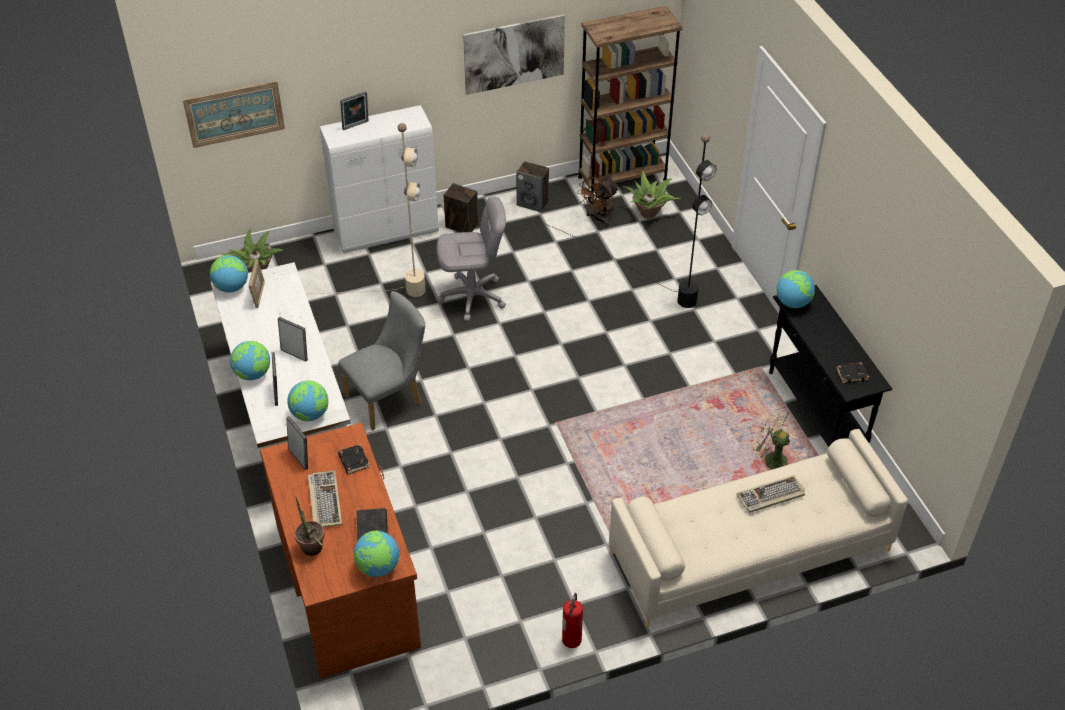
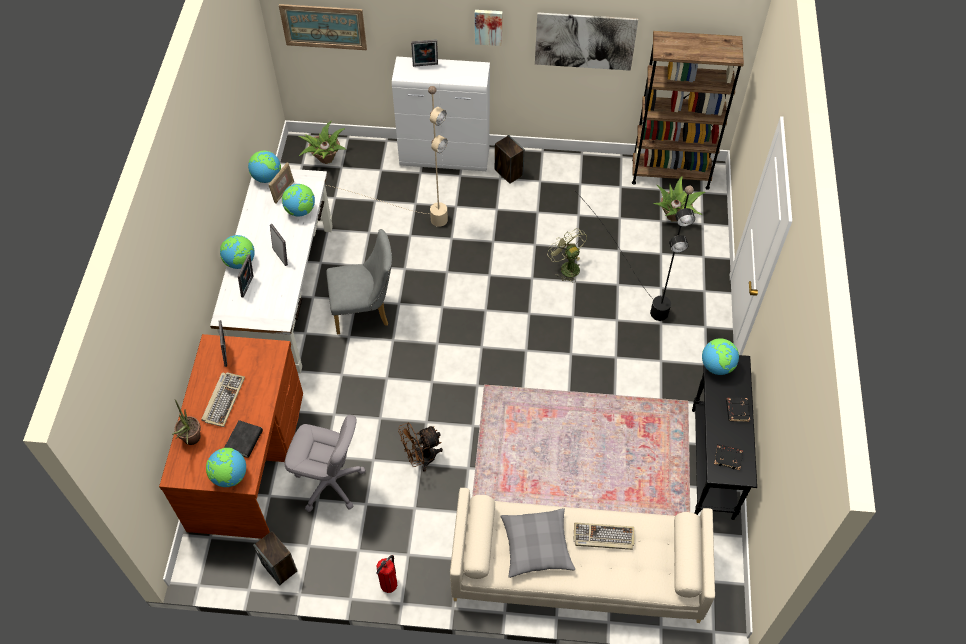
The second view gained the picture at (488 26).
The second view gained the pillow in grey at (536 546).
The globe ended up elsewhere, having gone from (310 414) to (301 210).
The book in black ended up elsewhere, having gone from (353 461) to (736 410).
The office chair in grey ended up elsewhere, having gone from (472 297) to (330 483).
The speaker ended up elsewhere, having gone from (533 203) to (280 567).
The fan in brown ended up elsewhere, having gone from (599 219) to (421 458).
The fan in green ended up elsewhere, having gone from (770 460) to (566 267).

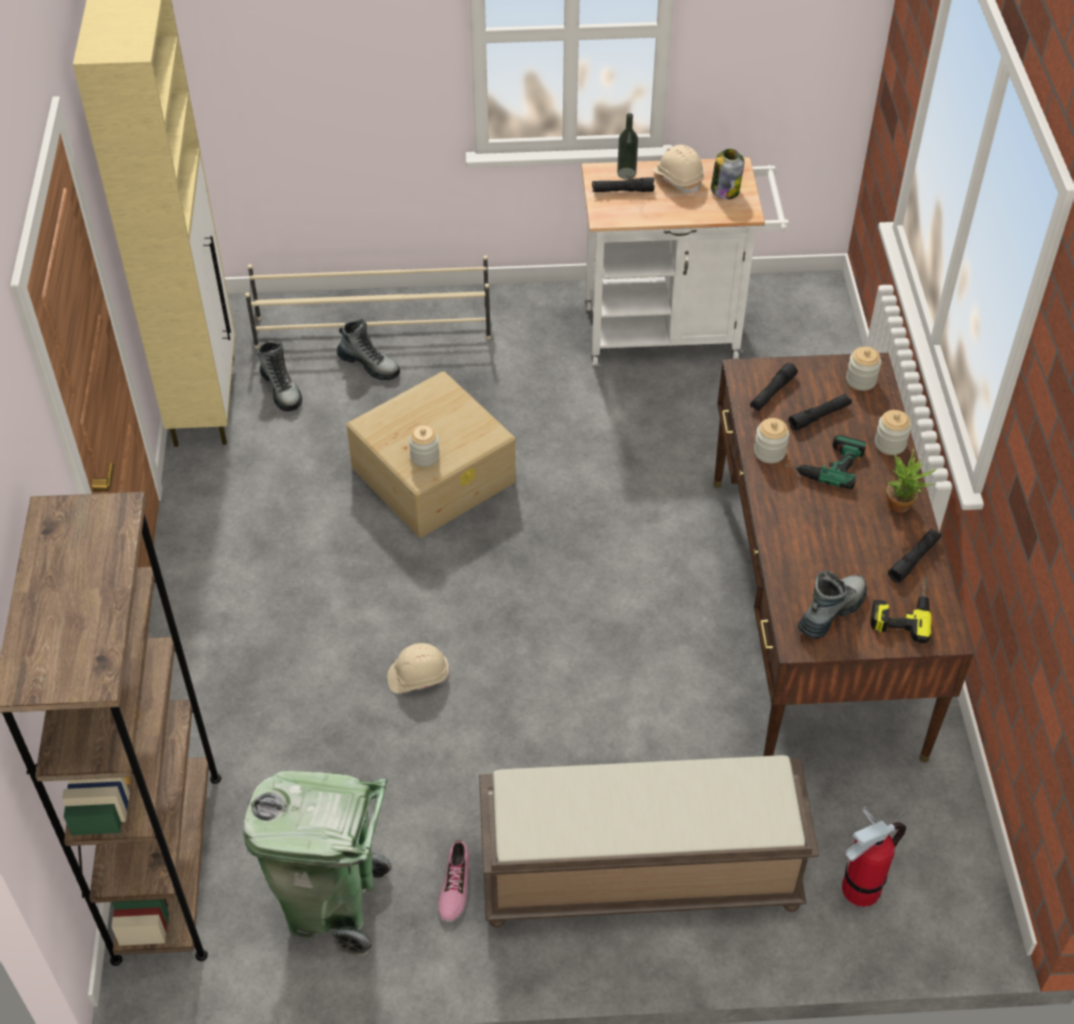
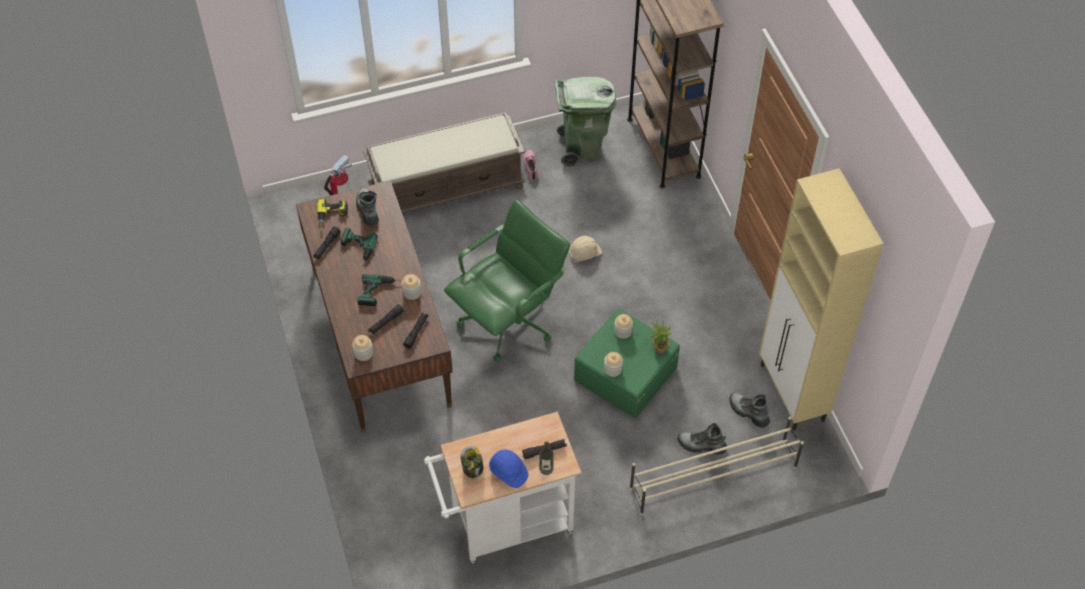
The second view gained the power drill at (356 250).
The second view gained the office chair in green at (508 321).
The jar ended up elsewhere, having gone from (890 444) to (612 369).
The potted plant ended up elsewhere, having gone from (903 507) to (658 347).
What was the storage box in beige at (434 473) turned into the storage box in green at (624 374).
What was the hard hat in beige at (678 178) turned into the hard hat in blue at (508 472).
The boot at (831 612) ended up facing another way, 135 degrees clockwise from before.

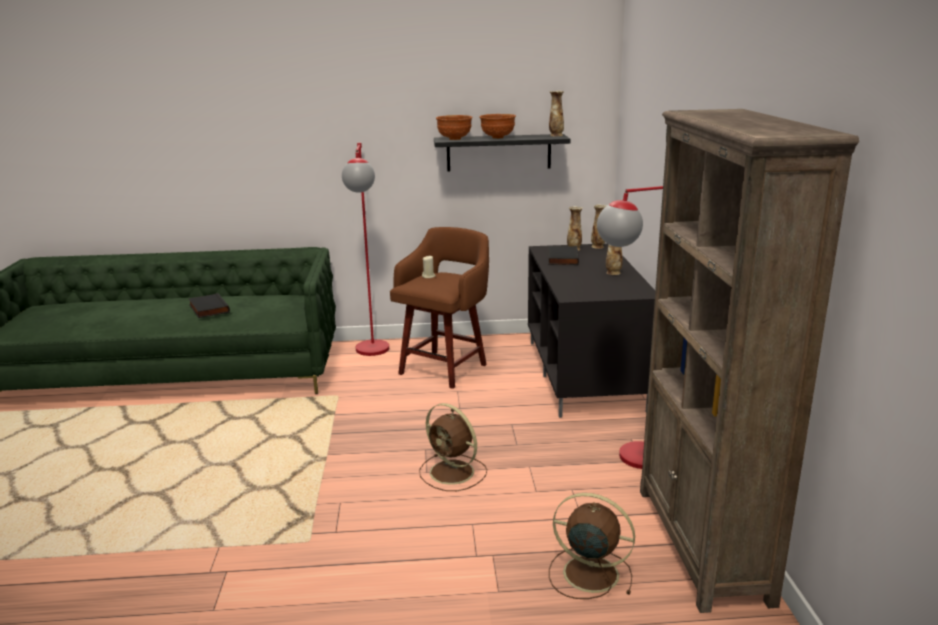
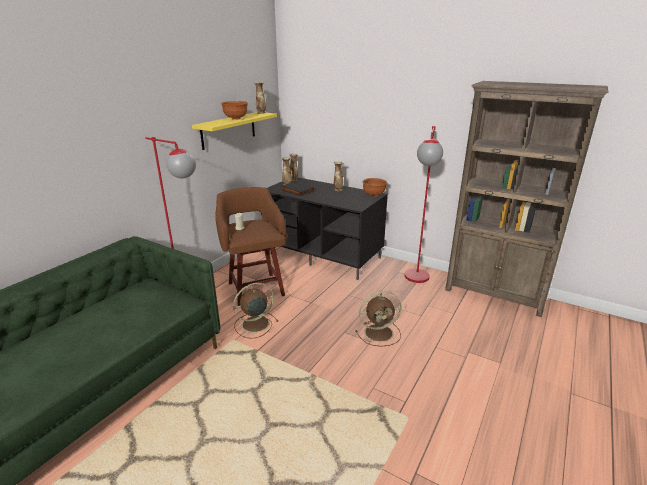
The second view lost the book in black at (208 309).
The bowl in brown ended up elsewhere, having gone from (454 139) to (374 195).
The fan in brown ended up elsewhere, having gone from (588 573) to (254 324).
What was the shelf in black at (499 152) turned into the shelf in yellow at (228 130).

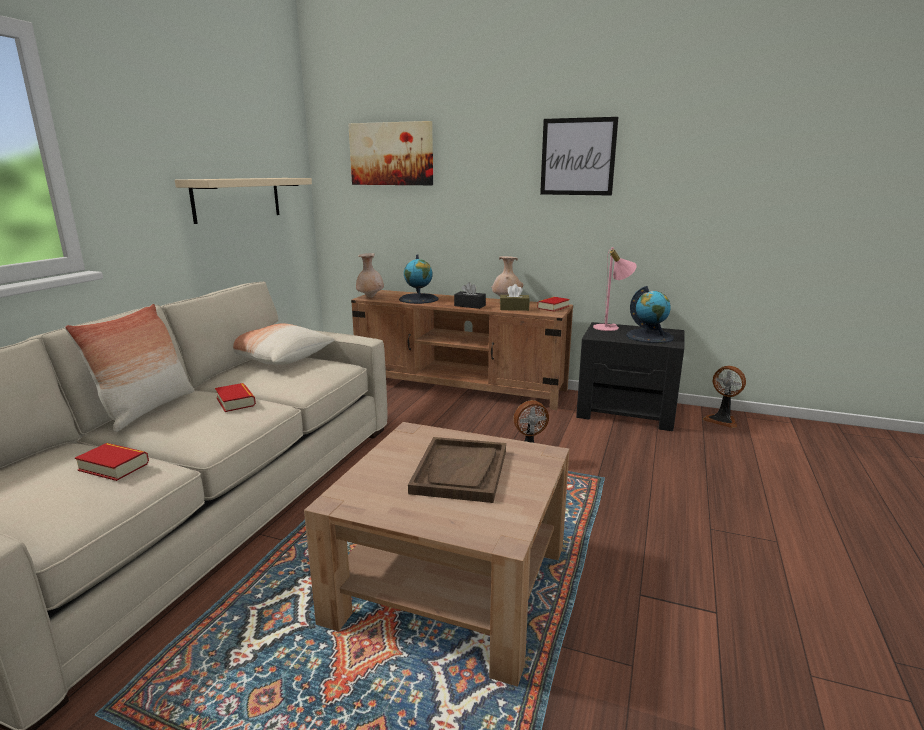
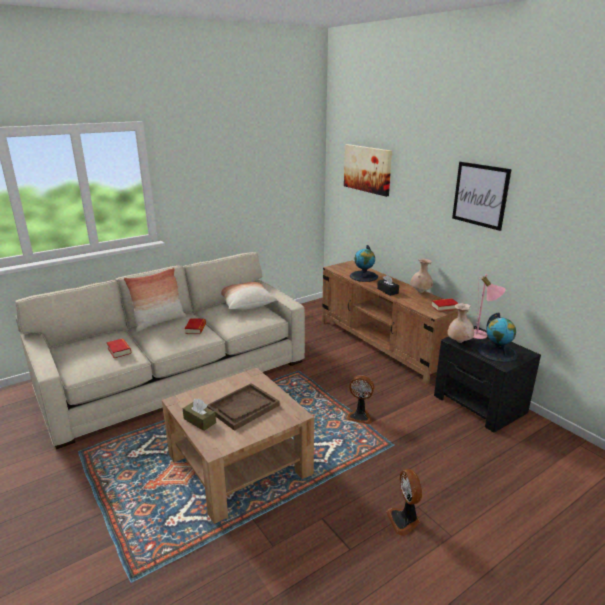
The second view lost the shelf in beige at (237 199).
The vase in beige ended up elsewhere, having gone from (370 297) to (459 342).
The tissue box in brown ended up elsewhere, having gone from (514 308) to (199 421).
The fan ended up elsewhere, having gone from (722 420) to (404 520).

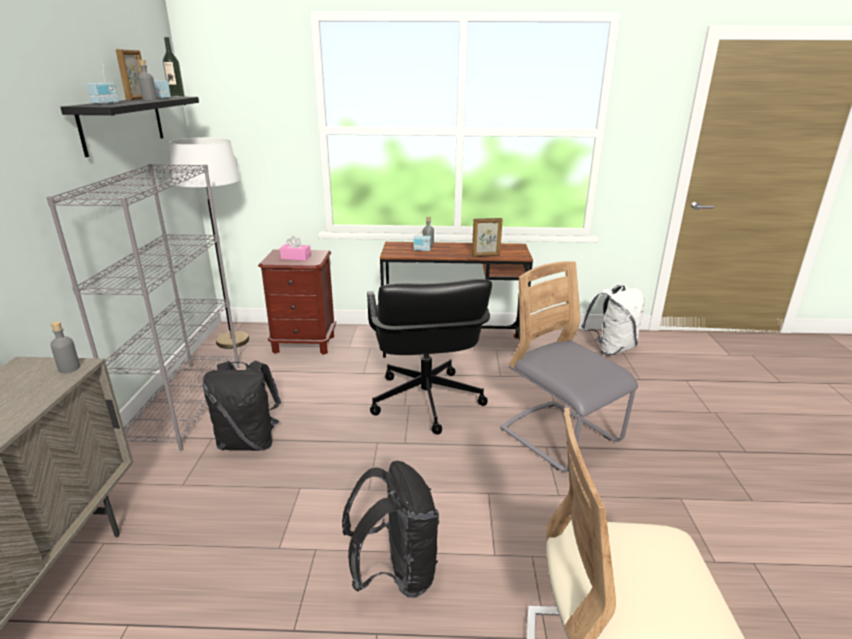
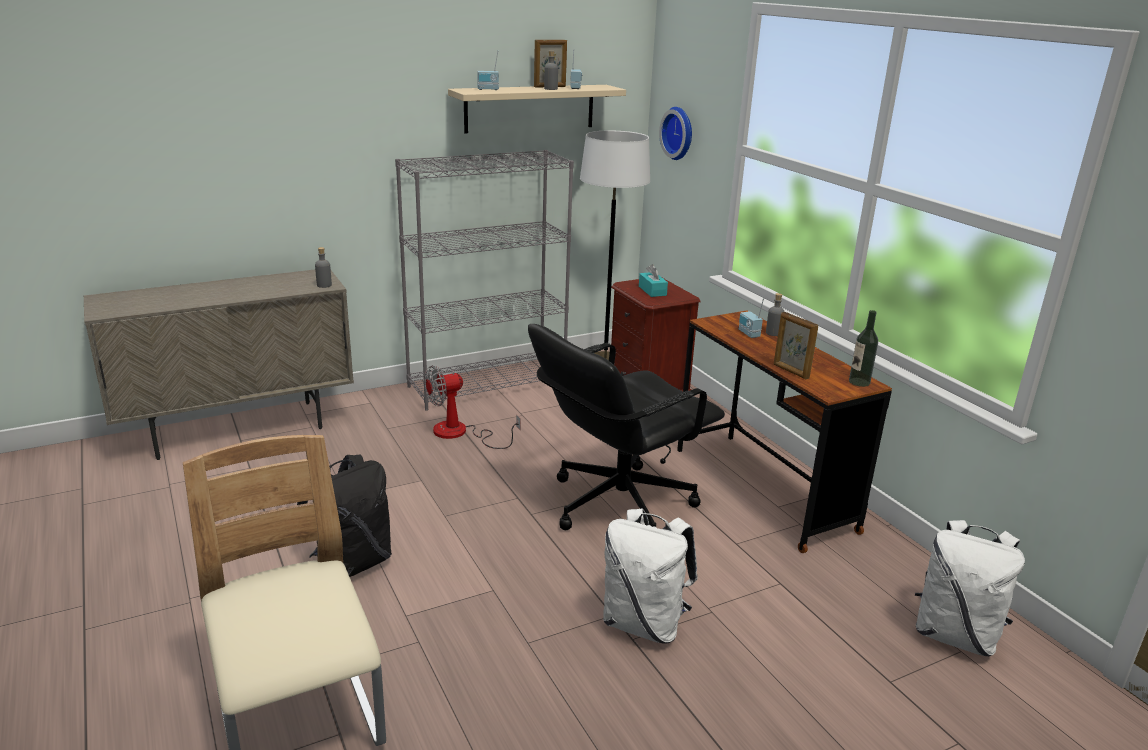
The second view gained the wall clock at (679 133).
The bottle ended up elsewhere, having gone from (177 96) to (859 382).
Where the backpack in black stood at (249 442), the fan came to stand at (460 433).
Where the chair in grey stood at (560 437), the backpack in white came to stand at (644 623).
What was the shelf in black at (123 124) turned into the shelf in beige at (530 108).
What was the tissue box in pink at (296 257) turned into the tissue box in turquoise at (652 291).

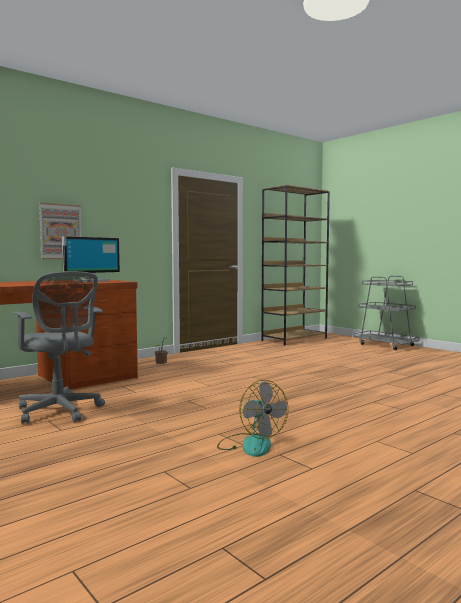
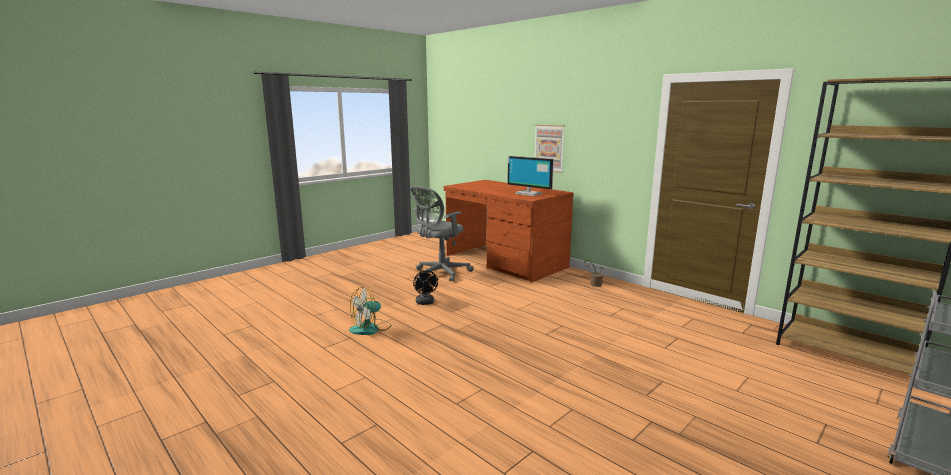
The second view gained the fan in black at (425 303).

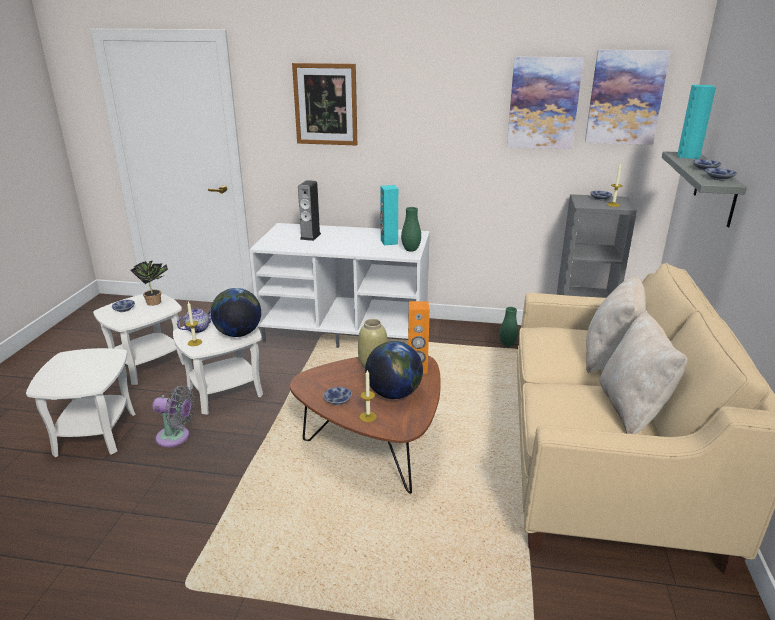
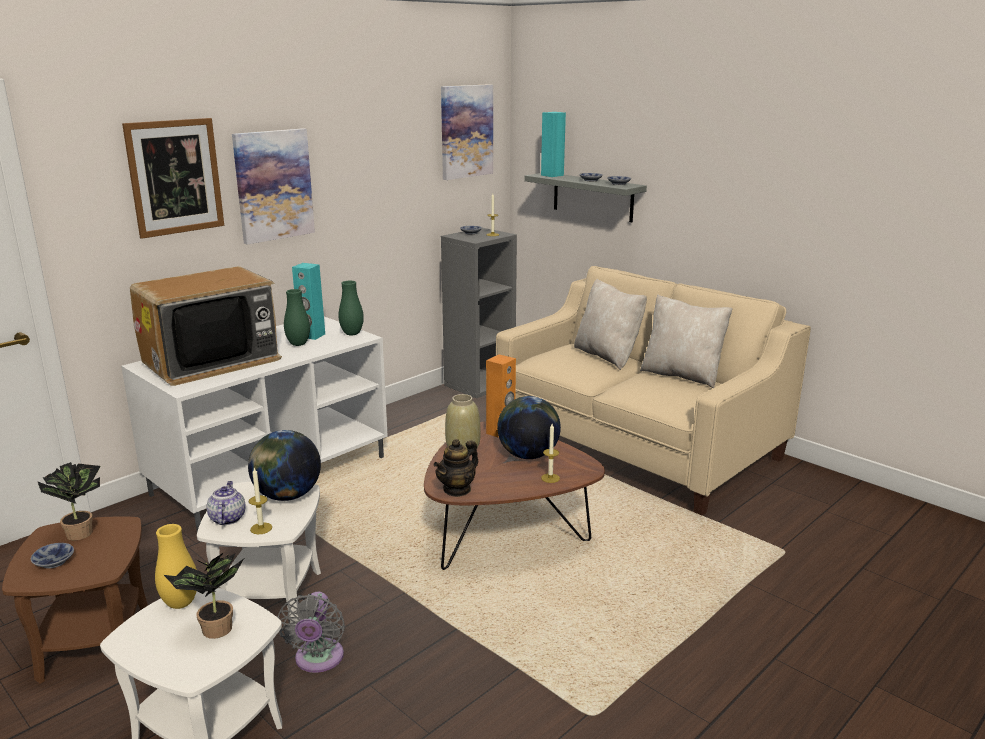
The second view lost the bowl at (338 400).
The second view gained the vase in yellow at (180 603).
The second view gained the potted plant at (213 631).
The second view gained the teapot at (457 489).
The vase in green ended up elsewhere, having gone from (507 345) to (298 344).
The picture ended up elsewhere, having gone from (543 103) to (273 185).
Where the speaker stood at (310 236), the television came to stand at (211 361).
What was the side table in white at (149 364) turned into the side table in brown at (95 643).
The fan in grey at (176 437) ended up facing another way, 135 degrees clockwise from before.

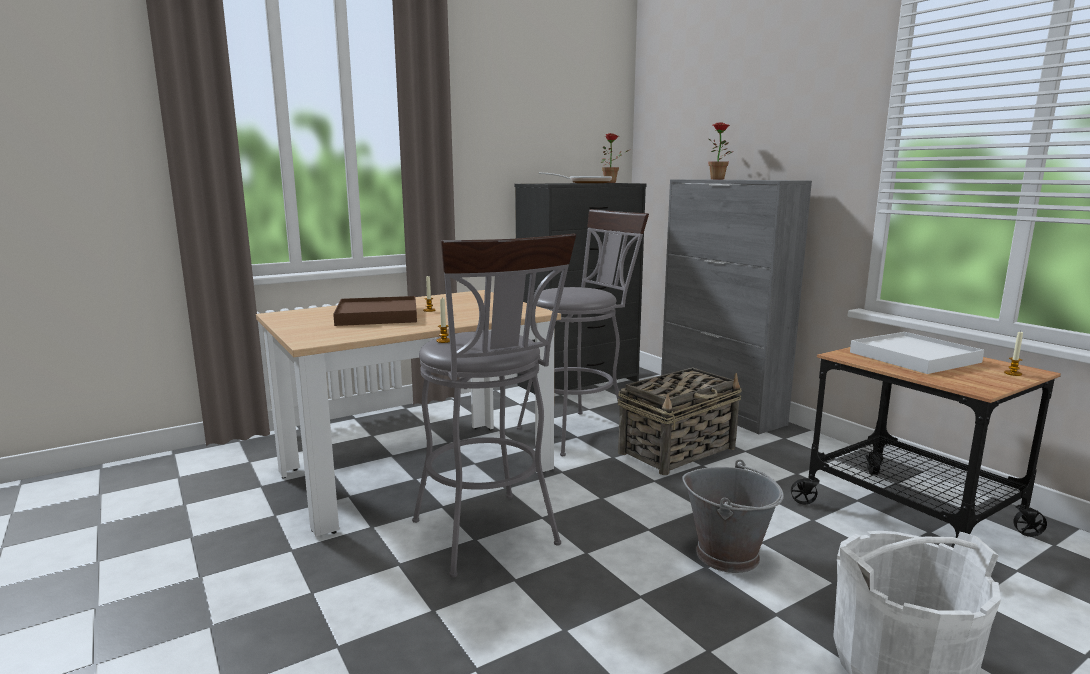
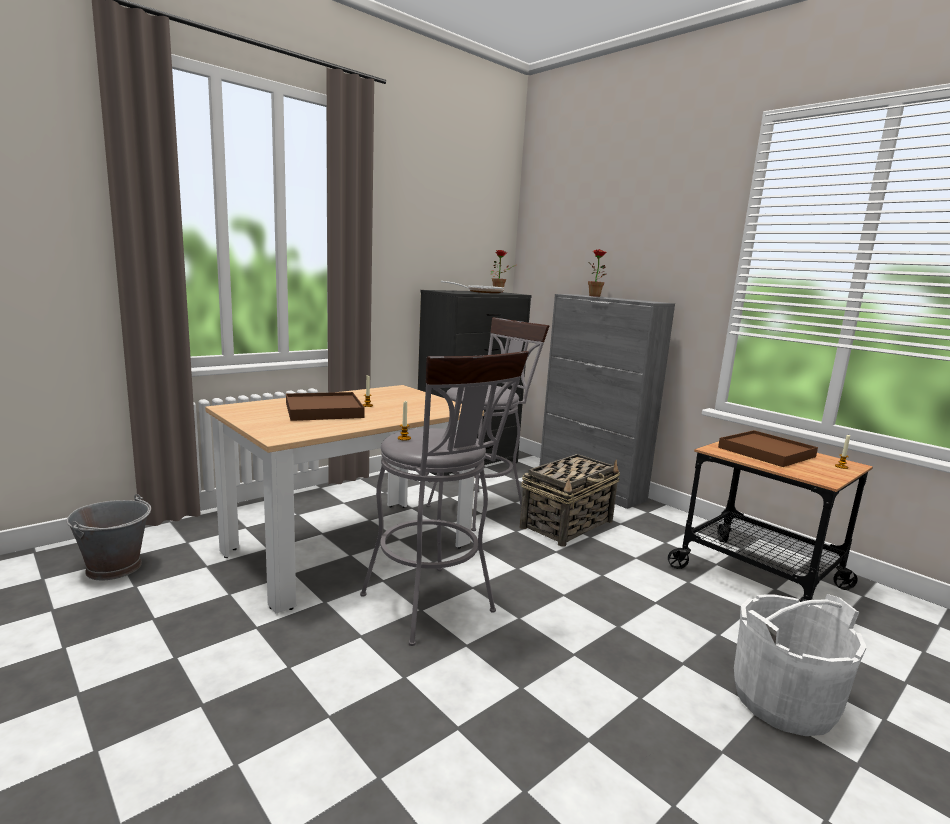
The bucket in grey ended up elsewhere, having gone from (728 554) to (115 567).
What was the tray in white at (914 357) turned into the tray in brown at (766 452).

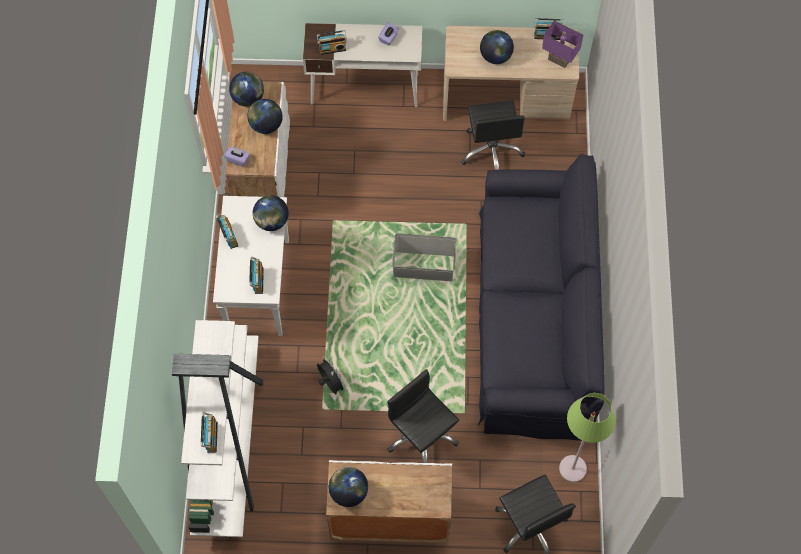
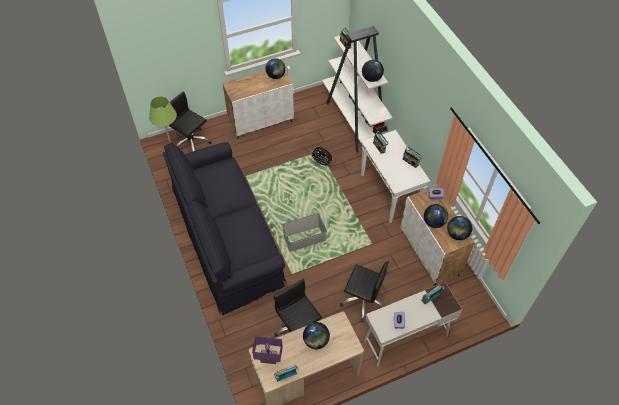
The globe ended up elsewhere, having gone from (272 221) to (371 78).
The office chair in black ended up elsewhere, having gone from (421 436) to (363 300).

